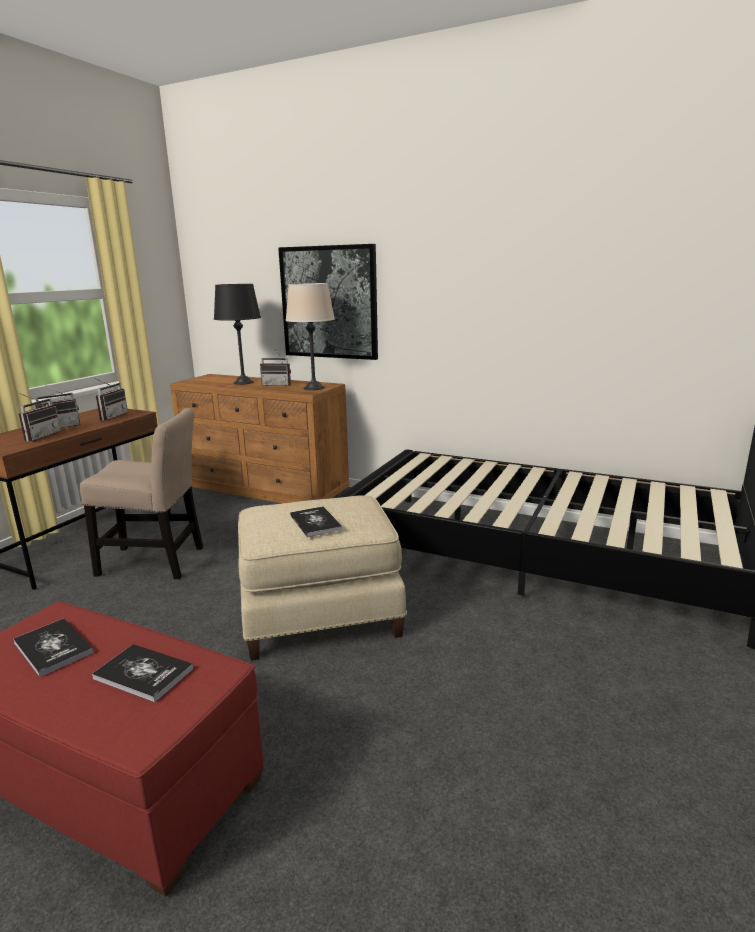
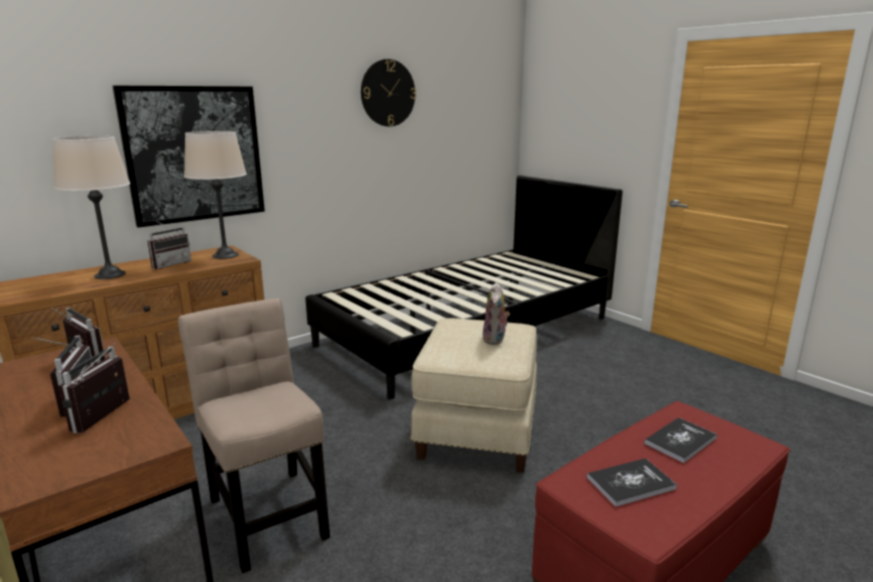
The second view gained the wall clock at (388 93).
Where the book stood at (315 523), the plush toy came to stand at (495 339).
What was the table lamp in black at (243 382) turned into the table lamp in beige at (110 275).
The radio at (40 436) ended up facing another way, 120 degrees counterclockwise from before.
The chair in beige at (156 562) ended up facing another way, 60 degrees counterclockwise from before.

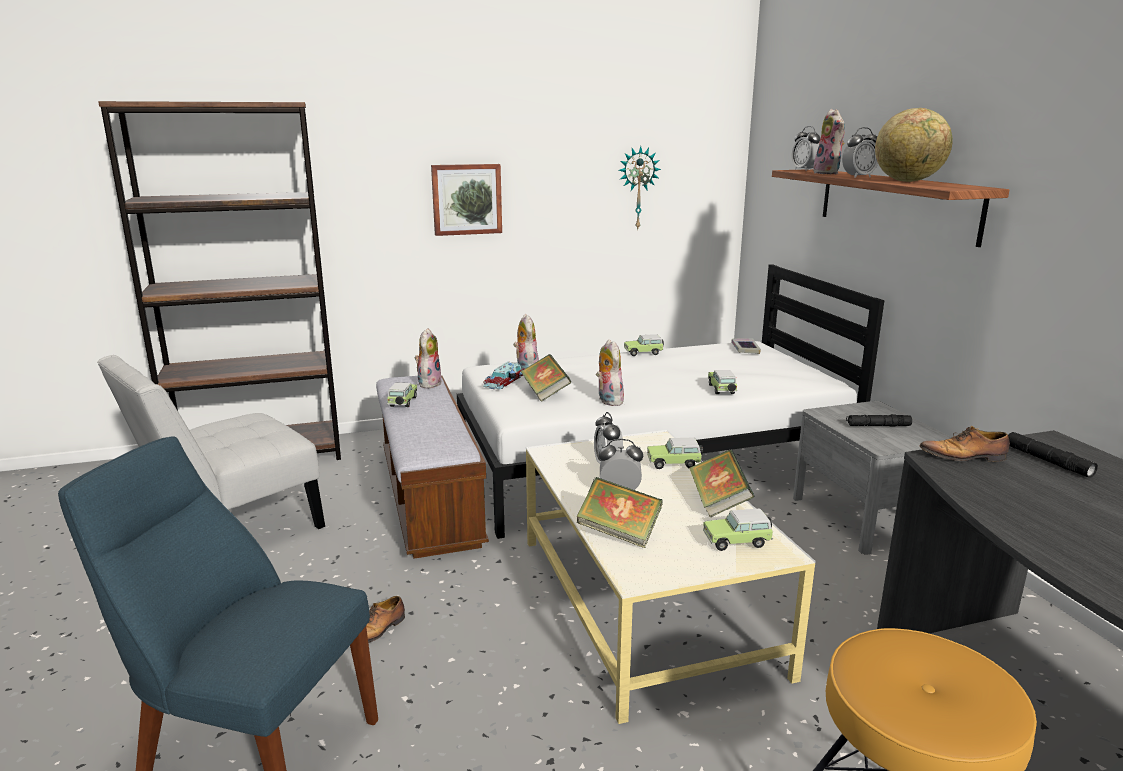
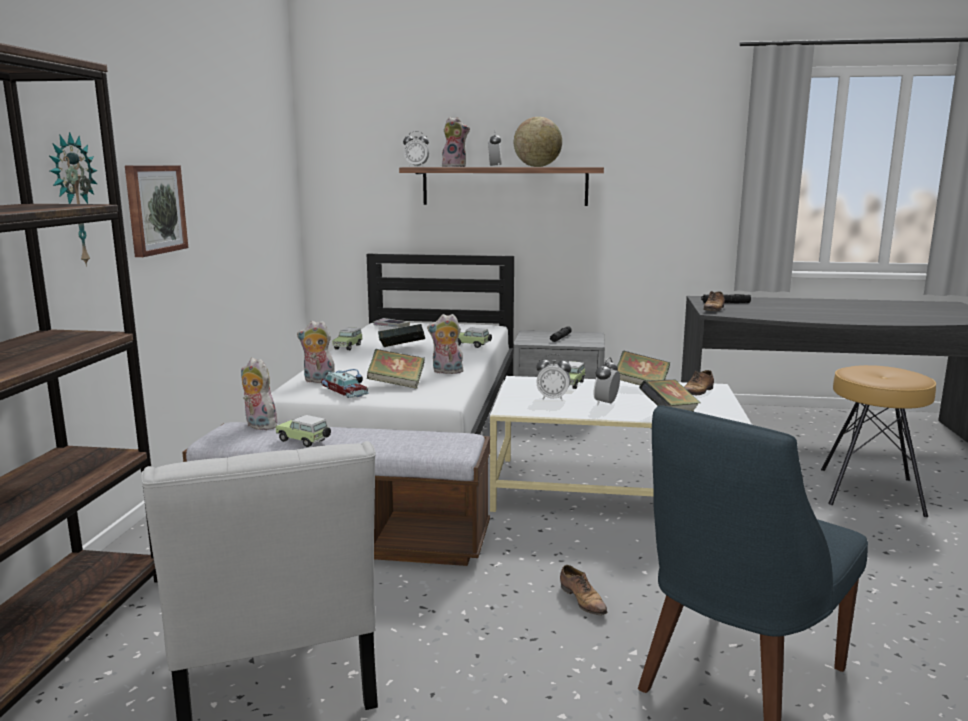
The second view gained the book at (402 349).
The wall clock ended up elsewhere, having gone from (637 188) to (72 200).
Where the toy car stood at (739 542), the shoe came to stand at (697 392).

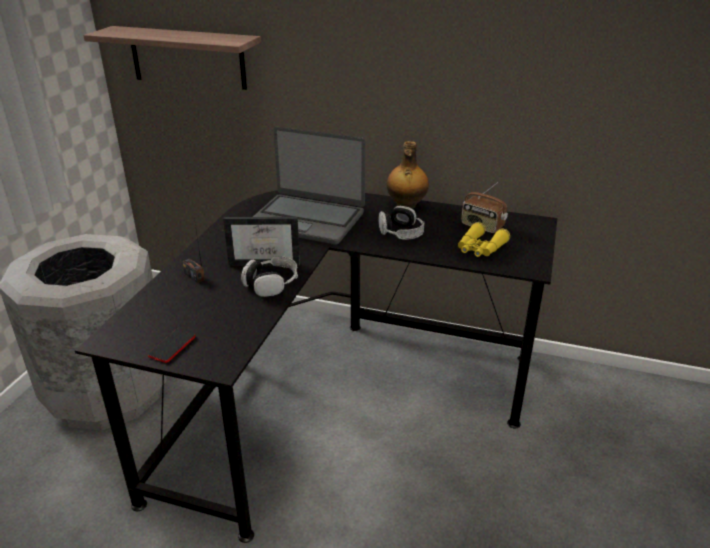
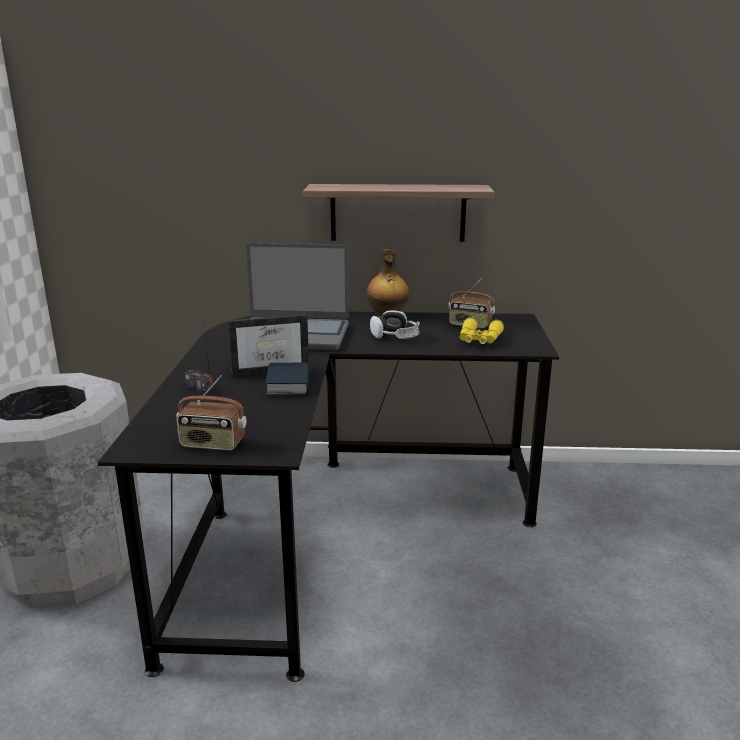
The shelf ended up elsewhere, having gone from (187 57) to (397 213).
Where the phone stood at (172 346), the radio came to stand at (212 444).
Where the headphones stood at (271 283), the book came to stand at (288 385).

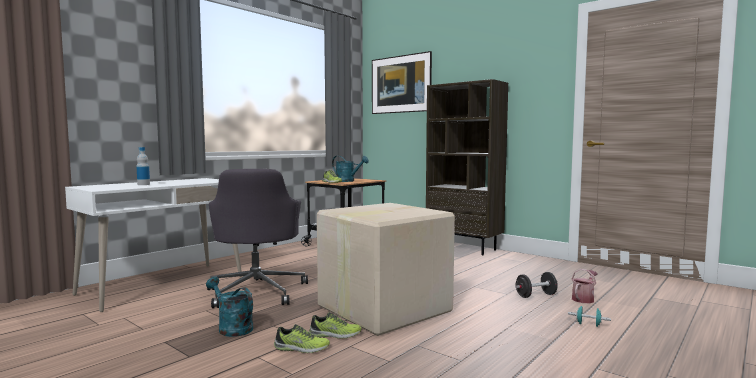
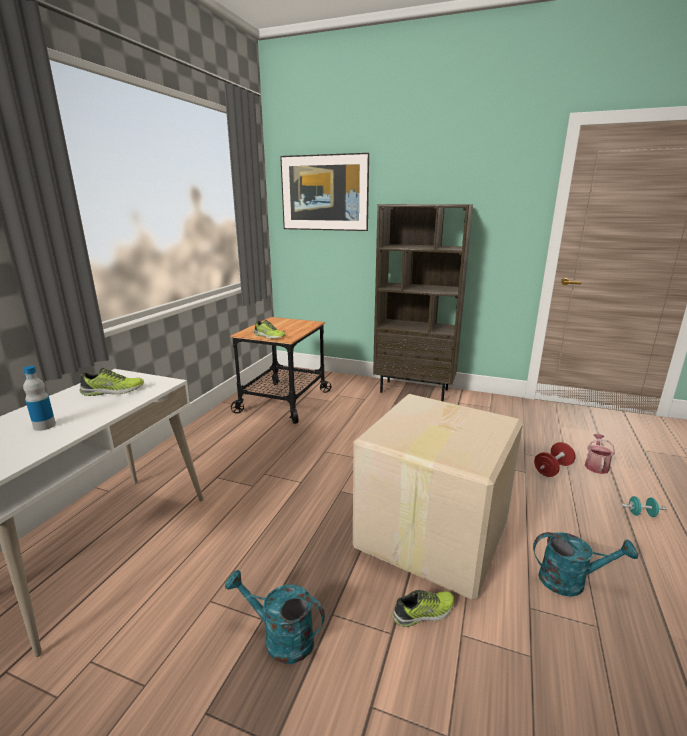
The second view lost the office chair in grey at (257 291).
The shoe ended up elsewhere, having gone from (301 348) to (113 391).
The watering can in turquoise ended up elsewhere, having gone from (348 181) to (570 581).
What was the dumbbell in black at (536 295) turned into the dumbbell in red at (552 469).

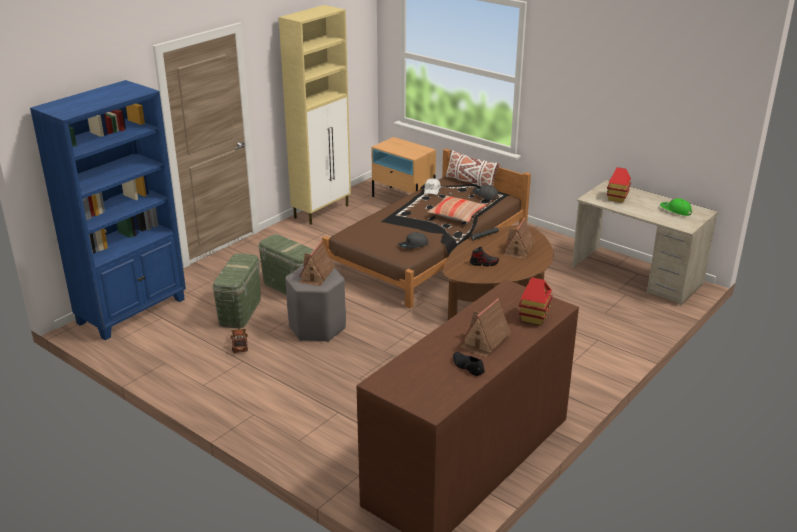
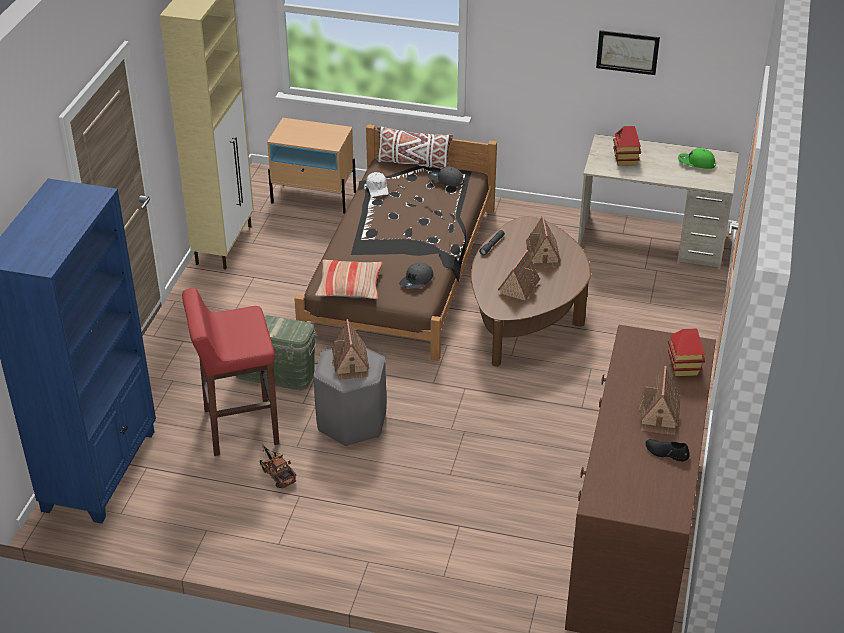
The second view gained the picture at (627 52).
The pillow ended up elsewhere, having gone from (456 214) to (349 286).
Where the storage box in green stood at (240 311), the stool in red came to stand at (239 427).
Where the shoe stood at (484 263), the toy house came to stand at (519 286).

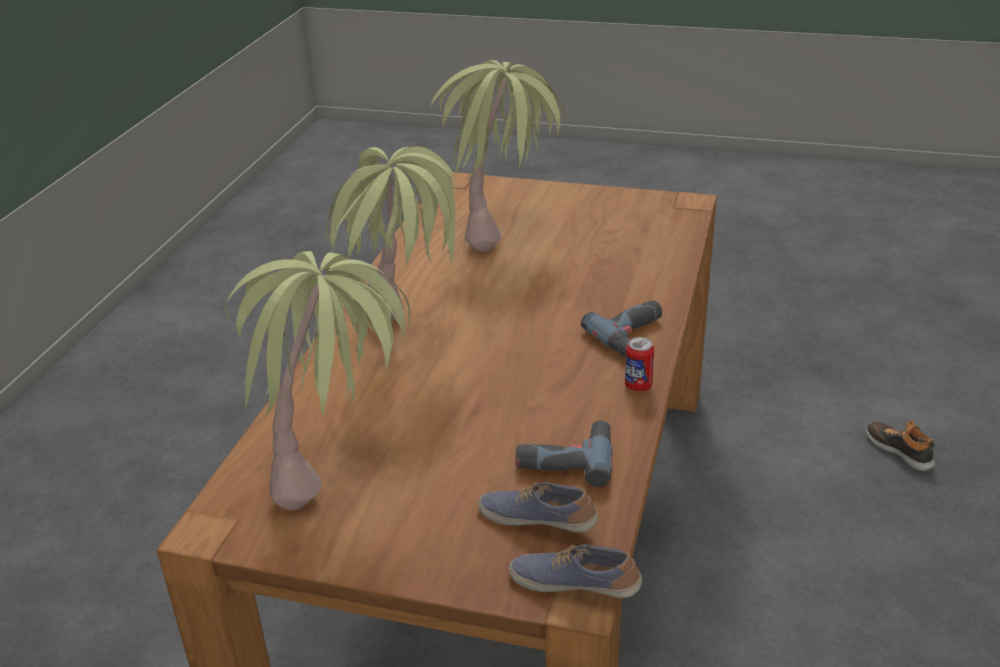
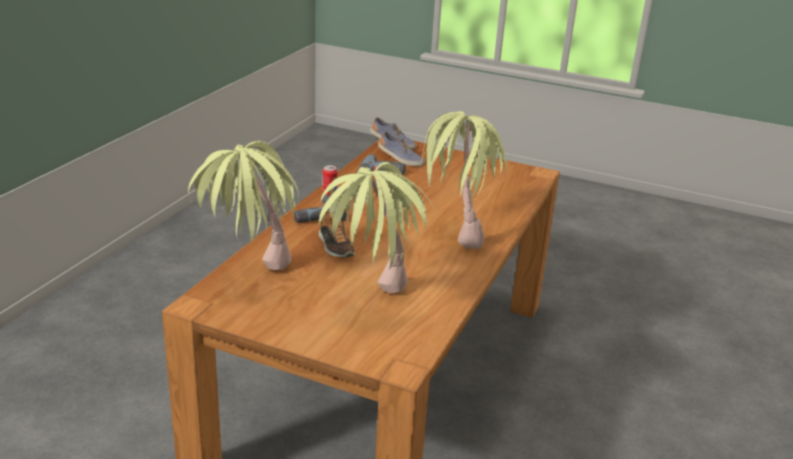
The potted plant ended up elsewhere, having gone from (339 470) to (249 277).
The shoe ended up elsewhere, having gone from (900 450) to (335 247).

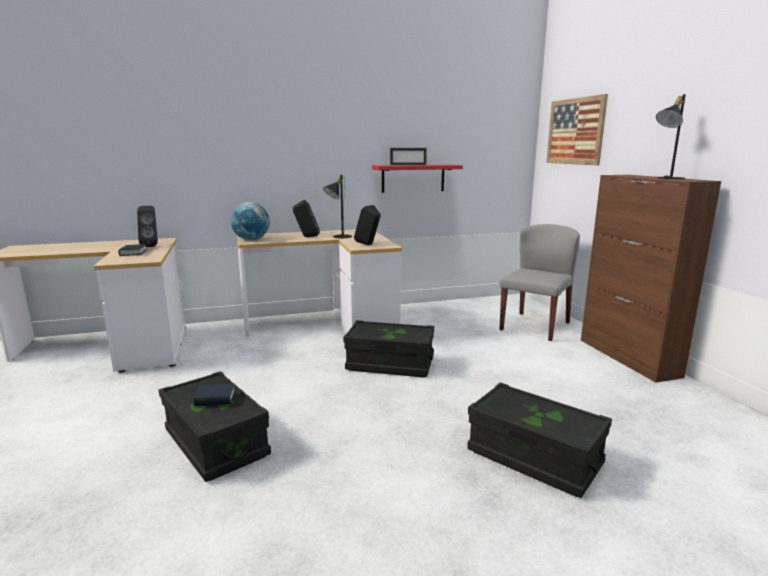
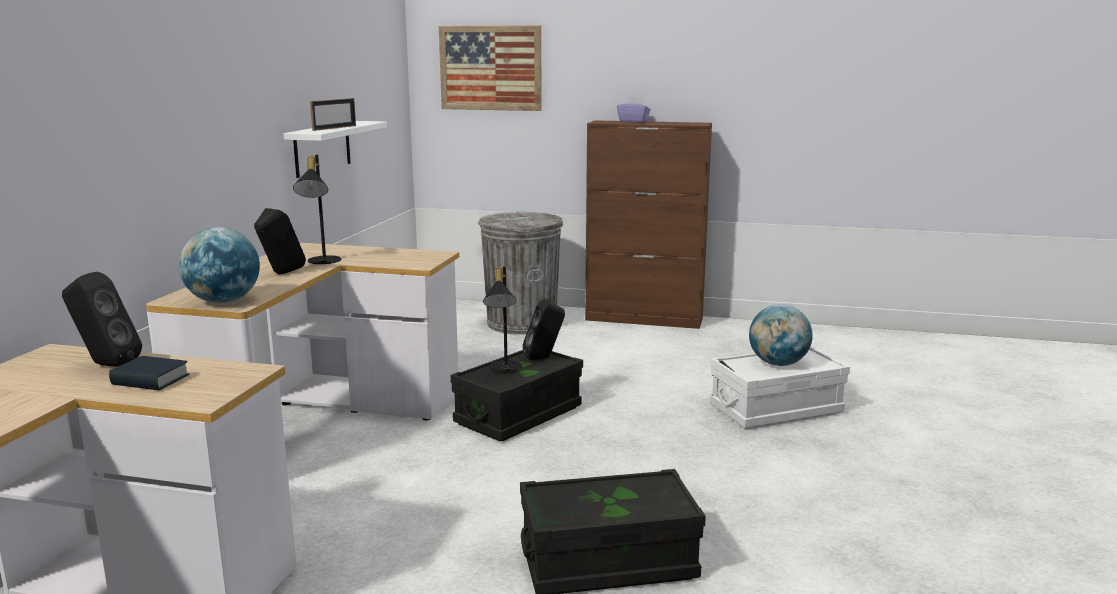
The second view lost the book at (215 399).
The second view gained the tissue box in purple at (633 121).
The second view gained the globe at (778 364).
The speaker in black ended up elsewhere, having gone from (368 245) to (544 358).
The table lamp in black ended up elsewhere, having gone from (666 178) to (503 369).
Where the chair in grey stood at (535 326), the trash can in grey came to stand at (522 323).
What was the shelf in red at (413 178) turned into the shelf in white at (322 148).
What was the storage box in black at (534 458) turned into the storage box in white at (776 409).

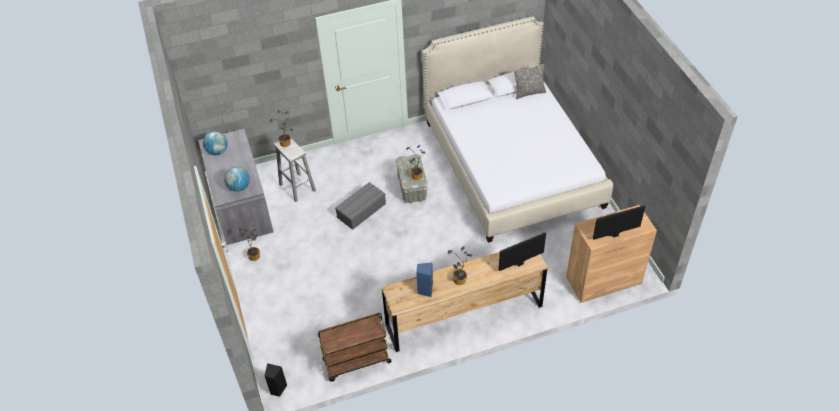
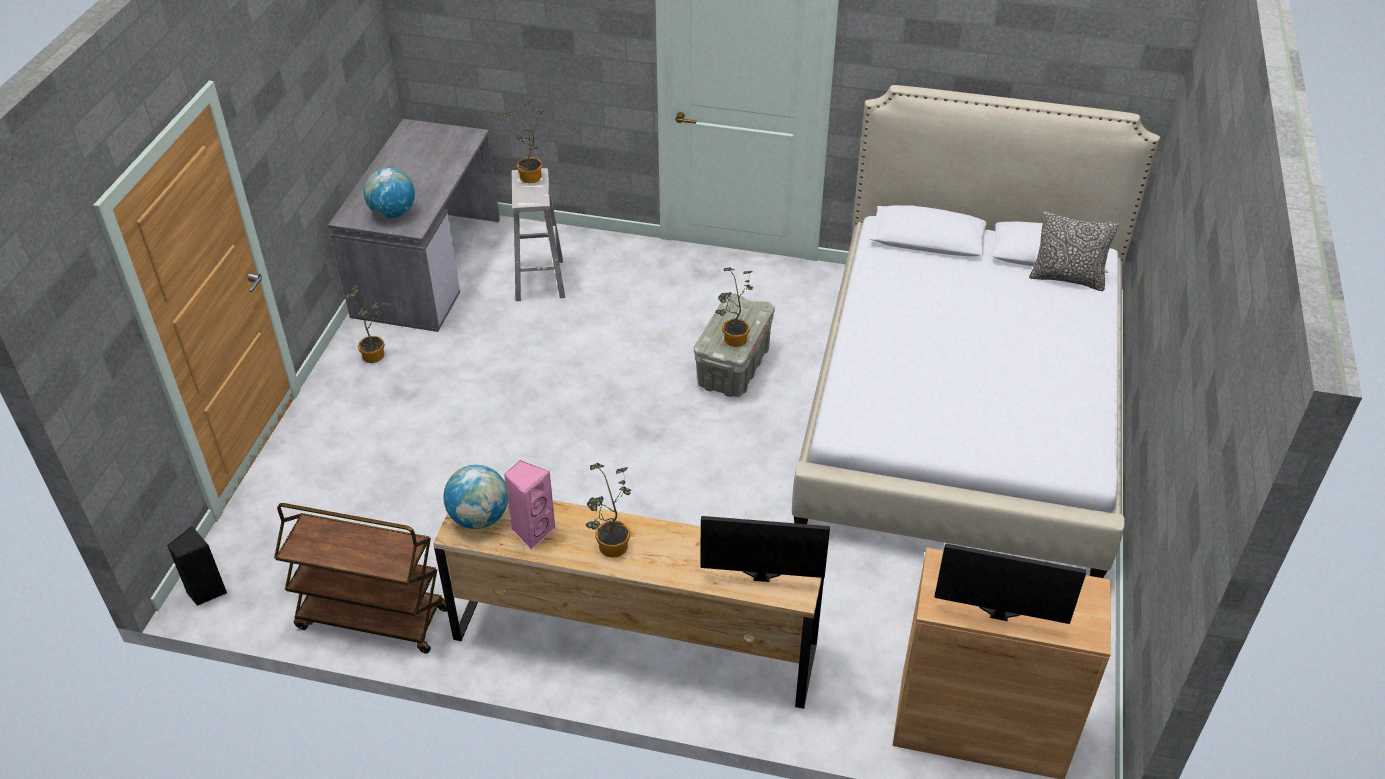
The second view lost the storage box in grey at (361 210).
The globe ended up elsewhere, having gone from (217 151) to (479 517).
What was the speaker in blue at (425 290) turned into the speaker in pink at (532 531).

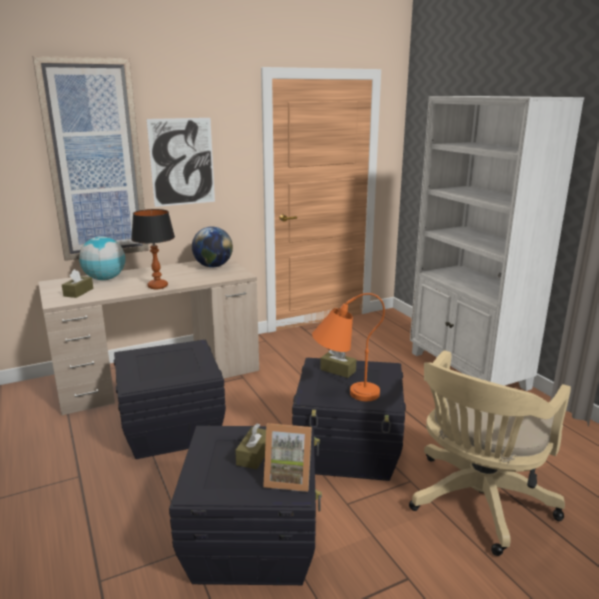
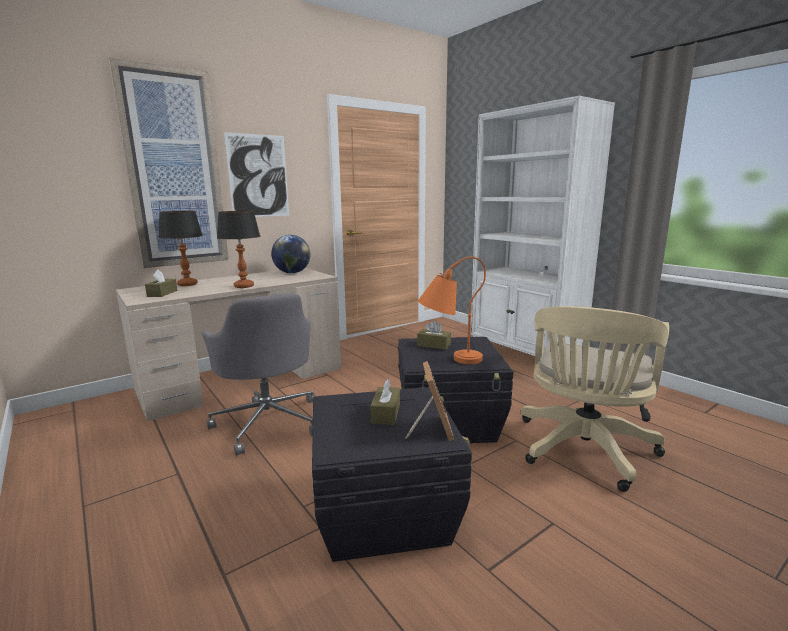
Where the globe stood at (105 279), the table lamp came to stand at (187 284).
Where the storage box in black stood at (171 428), the office chair in grey came to stand at (268 421).
The picture frame at (288 478) ended up facing another way, 90 degrees counterclockwise from before.

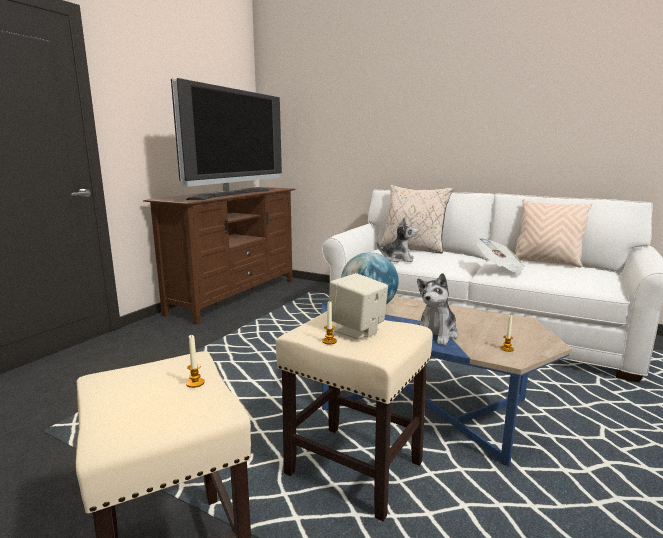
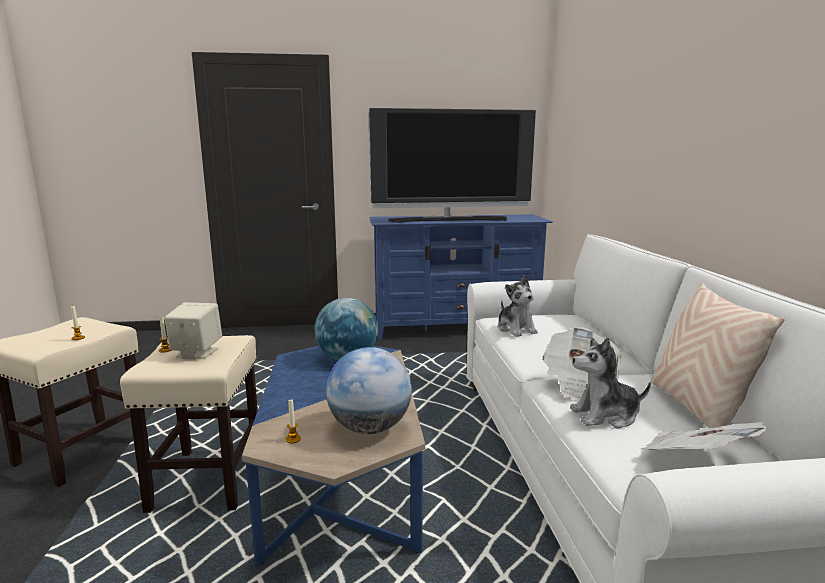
The second view lost the pillow in beige at (413 248).
The second view gained the globe at (370 428).
The second view gained the newspaper at (695 461).
The plush toy ended up elsewhere, having gone from (437 334) to (605 416).
What was the tv stand in brown at (234 296) turned into the tv stand in blue at (455 328).

